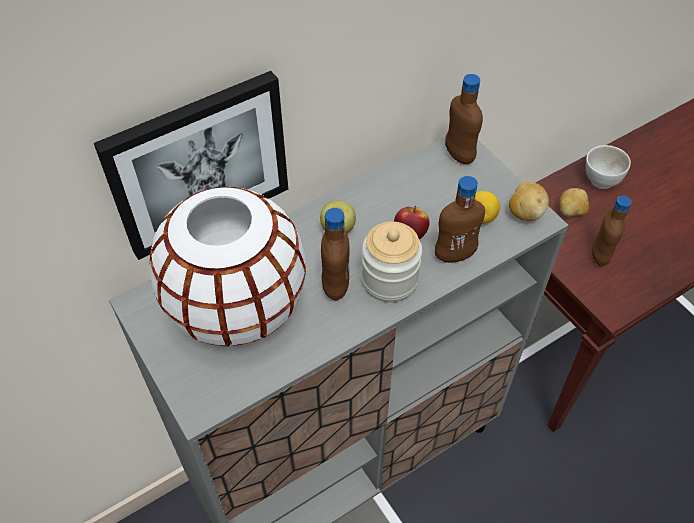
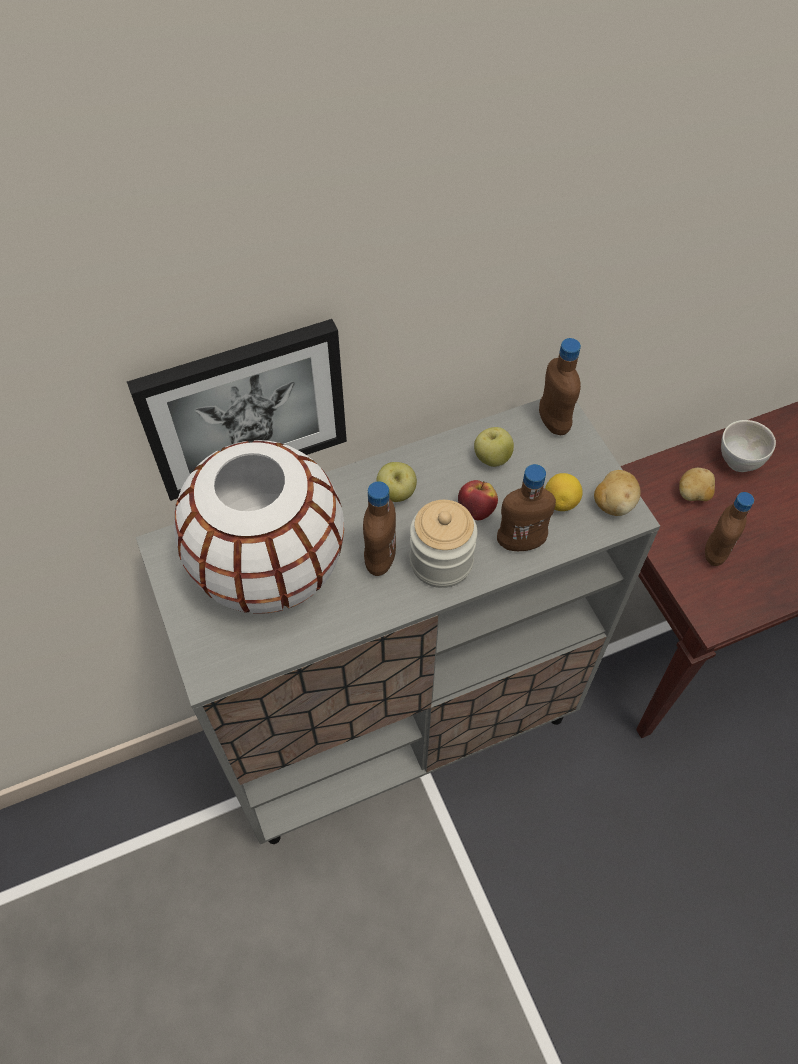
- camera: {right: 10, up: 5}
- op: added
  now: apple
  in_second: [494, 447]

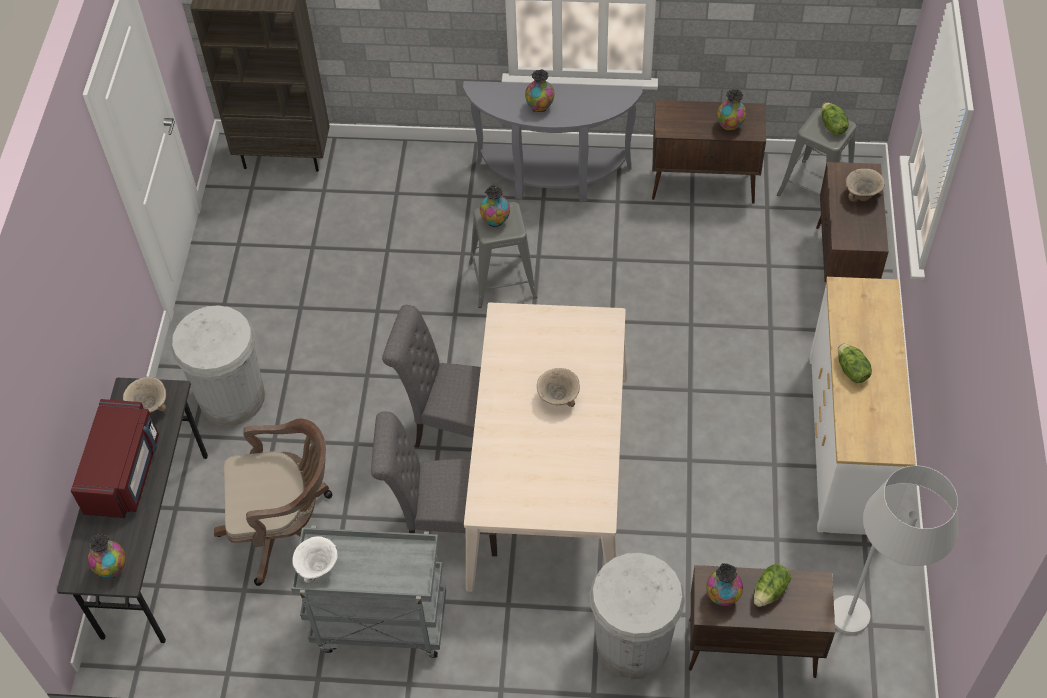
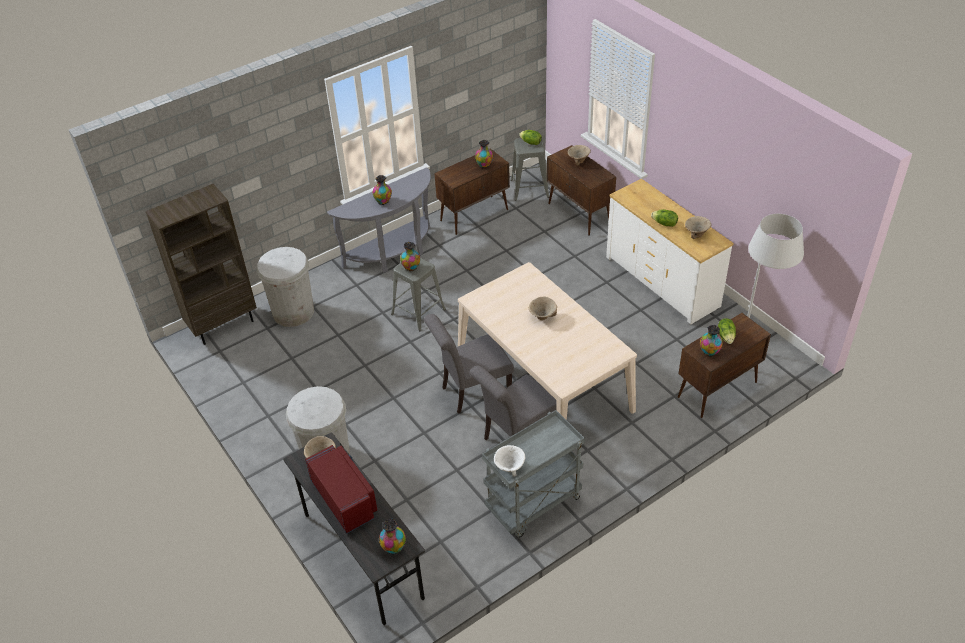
- camera: {right: -40, up: -10}
- op: removed
  was: brown_office_chair
  in_first: [273, 502]
- op: added
  now: beige_bowl
  in_second: [698, 227]
- op: moved
  was: white_trash_can
  in_first: [637, 616]
  in_second: [285, 287]

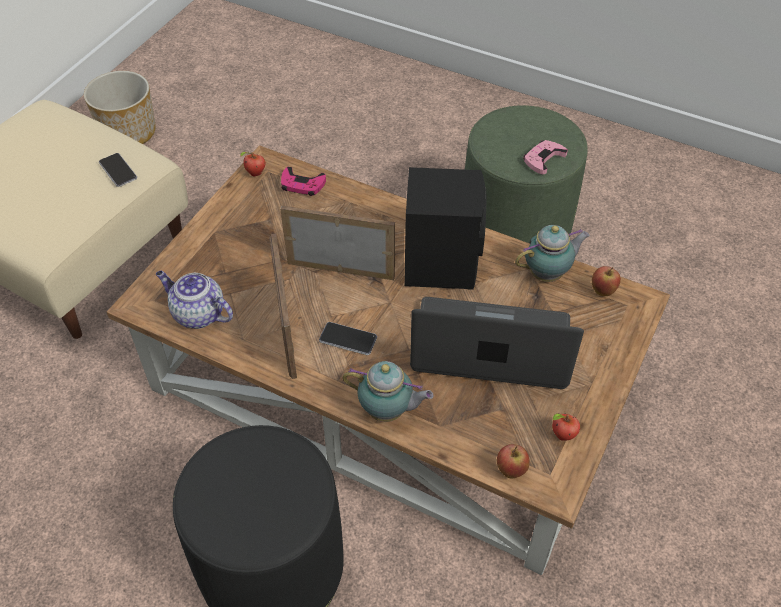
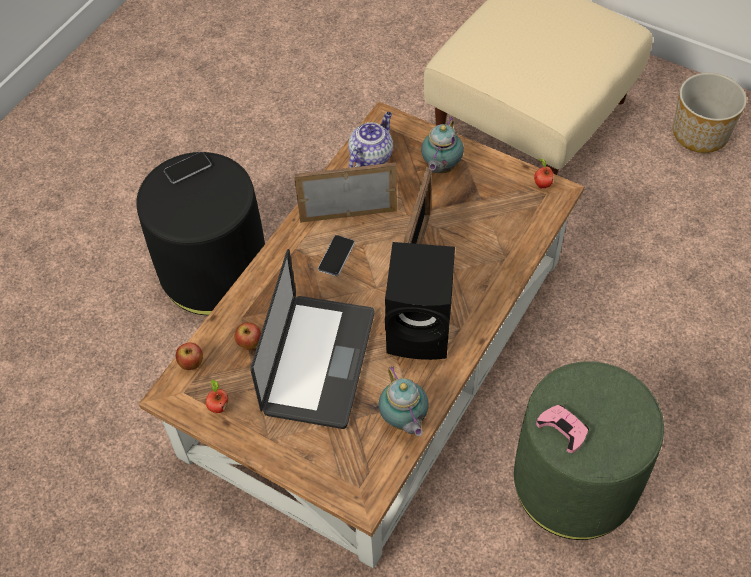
- camera: {right: 95, up: 5}
- op: removed
  was: pink_game_controller
  in_first: [303, 181]
- op: moved
  was: phone
  in_first: [118, 170]
  in_second: [187, 168]
- op: moved
  was: teapot
  in_first: [387, 391]
  in_second: [442, 145]
- op: moved
  was: apple
  in_first: [606, 281]
  in_second: [247, 336]

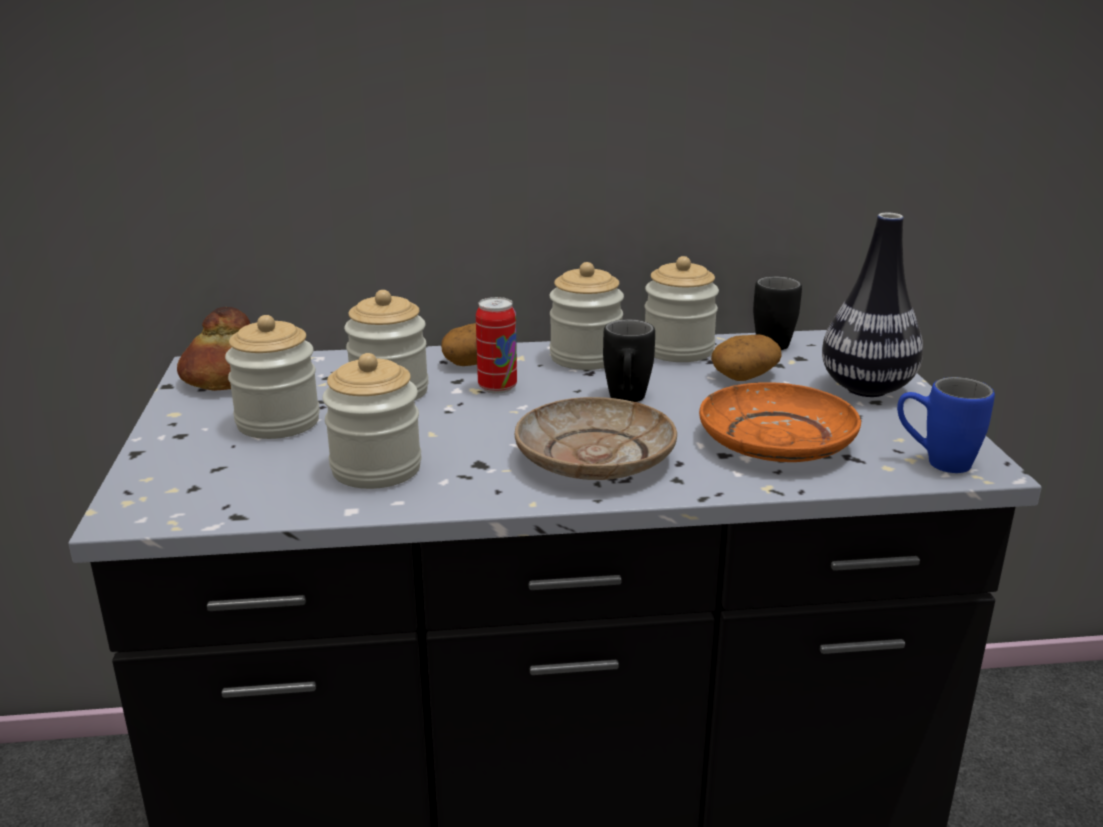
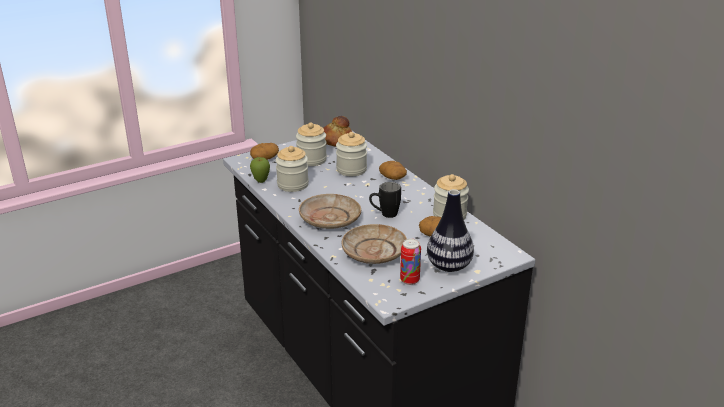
- camera: {right: 65, up: 5}
- op: removed
  was: jar
  in_first: [587, 316]
- op: removed
  was: black_mug
  in_first: [777, 313]
- op: removed
  was: blue_mug
  in_first: [946, 425]
- op: added
  now: potato
  in_second: [264, 151]
- op: added
  now: apple
  in_second: [260, 170]
- op: moved
  was: can
  in_first: [496, 345]
  in_second: [410, 262]
- op: recoloured
  was: orange_plate
  now: beige_plate
  in_first: [780, 422]
  in_second: [374, 244]

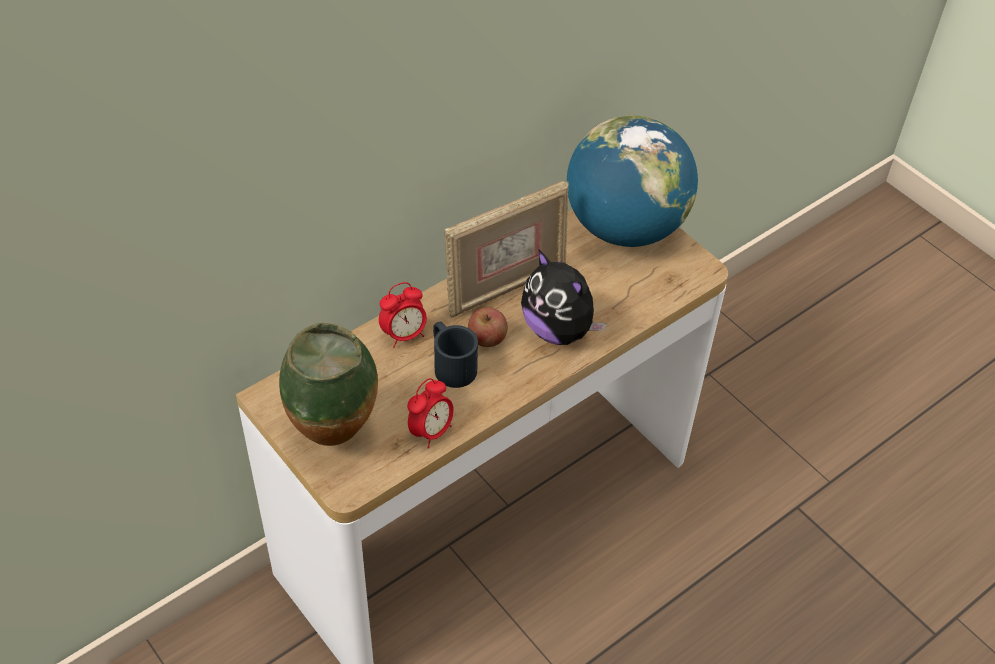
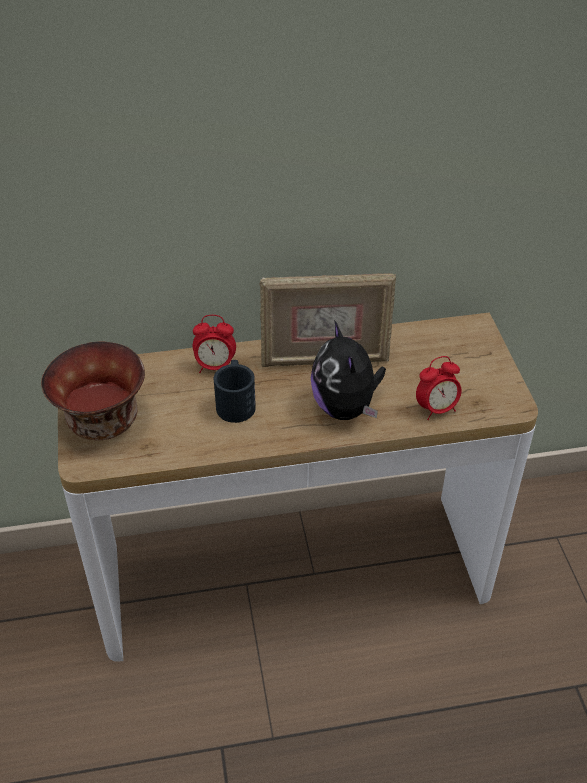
- camera: {right: 30, up: -5}
- op: removed
  was: apple
  in_first: [488, 327]
- op: removed
  was: globe
  in_first: [632, 181]
- op: moved
  was: alarm_clock
  in_first: [430, 413]
  in_second: [438, 388]
- op: replaced
  was: vase
  now: bowl
  in_first: [328, 384]
  in_second: [93, 391]

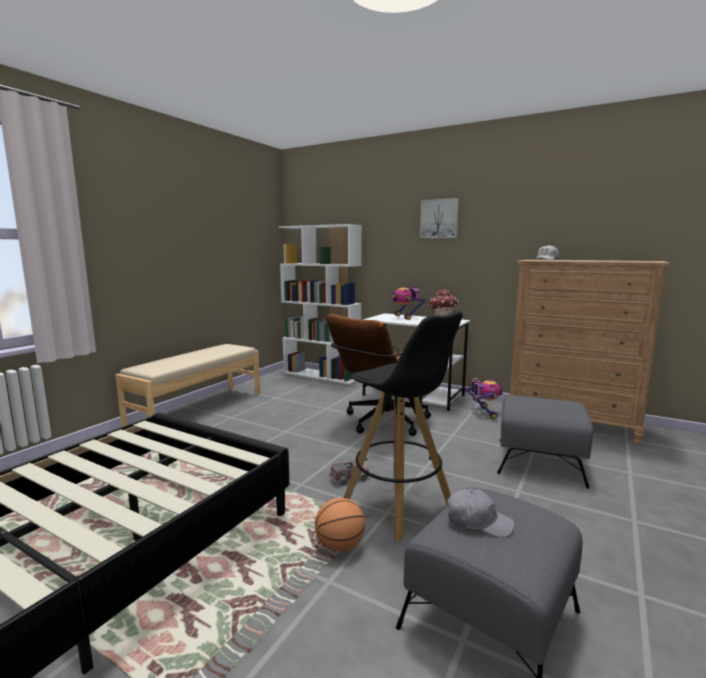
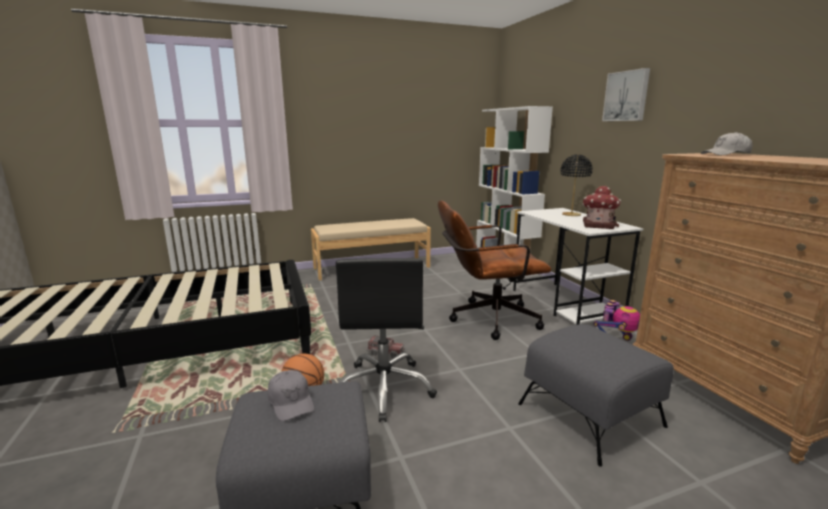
- camera: {right: 40, up: 5}
- op: replaced
  was: black_stool
  now: black_office_chair
  in_first: [403, 426]
  in_second: [386, 340]
- op: replaced
  was: toy_robot
  now: black_table_lamp
  in_first: [408, 303]
  in_second: [576, 185]

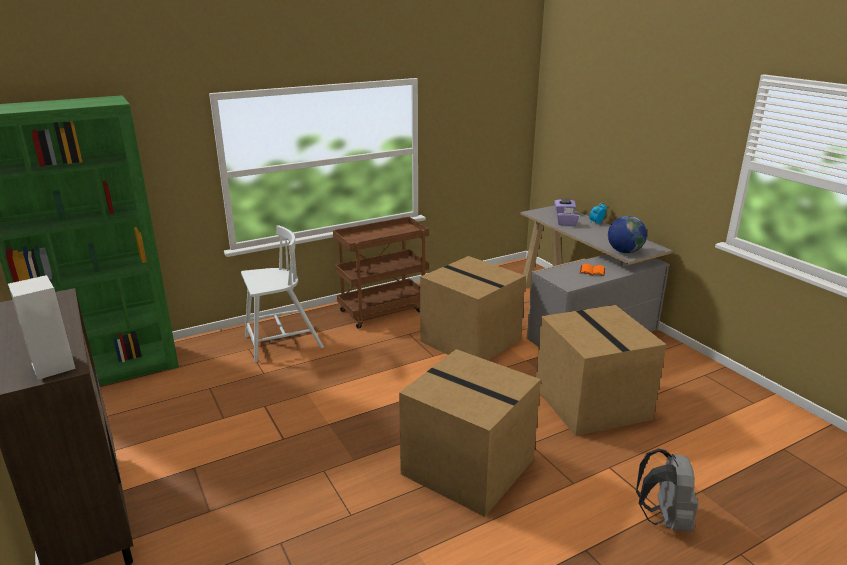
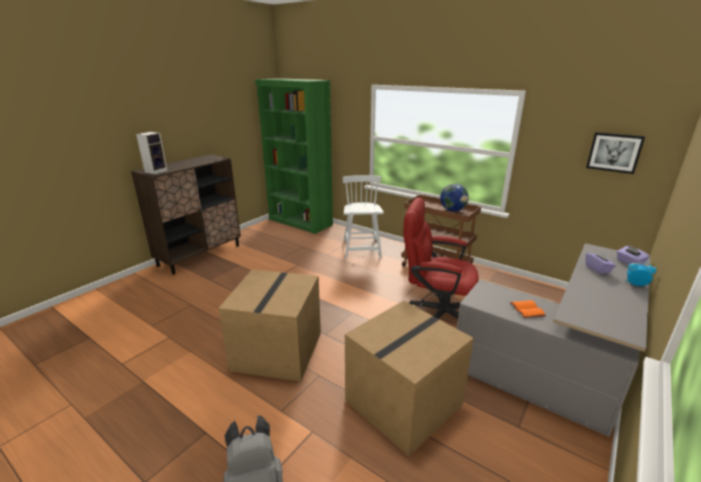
- camera: {right: 65, up: 0}
- op: added
  now: picture
  in_second: [615, 153]
- op: moved
  was: globe
  in_first: [627, 234]
  in_second: [454, 197]
- op: replaced
  was: cardboard_box
  now: red_office_chair
  in_first: [472, 308]
  in_second: [441, 258]
- op: turned
  was: white_chair
  in_first: [282, 293]
  in_second: [363, 217]
  clockwise: -135

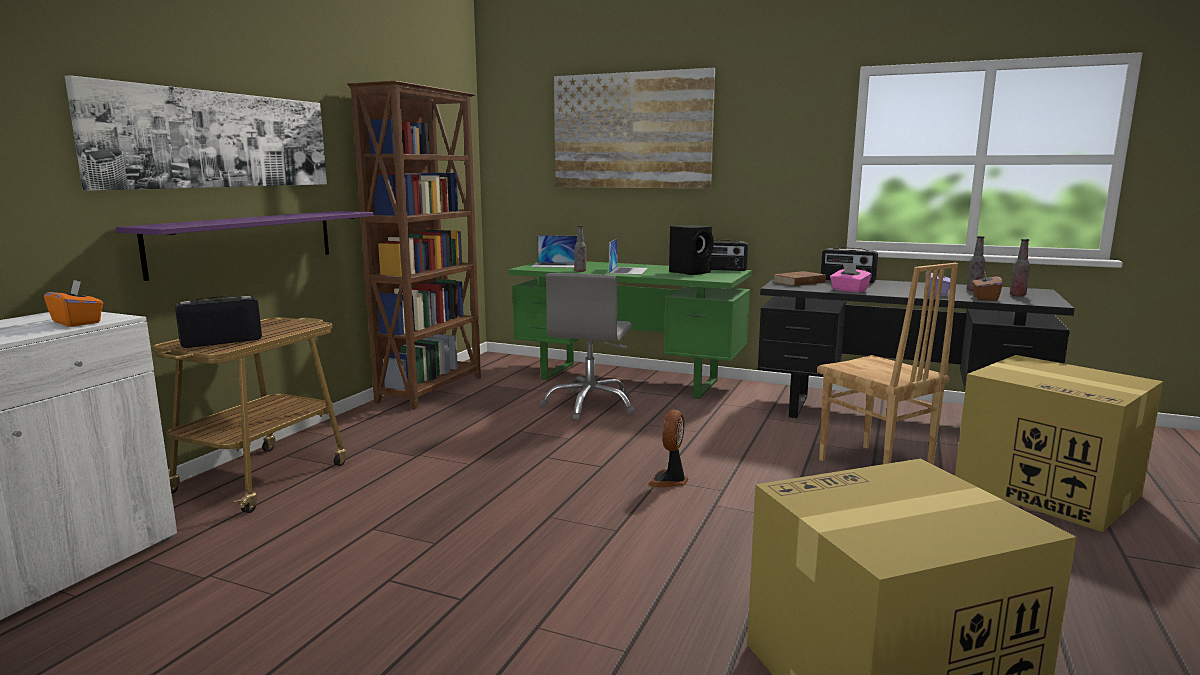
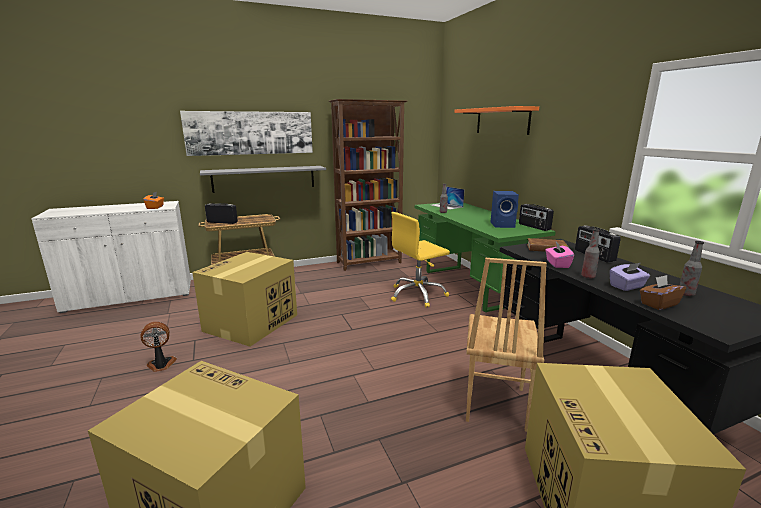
- camera: {right: 45, up: 5}
- op: removed
  was: laptop
  in_first: [628, 256]
- op: added
  now: cardboard_box
  in_second: [244, 299]
- op: moved
  was: fan
  in_first: [668, 448]
  in_second: [158, 347]
- op: moved
  was: bottle
  in_first: [1020, 267]
  in_second: [590, 254]
- op: replaced
  was: picture
  now: orange_shelf
  in_first: [634, 128]
  in_second: [496, 120]
- op: recoloured
  was: purple_shelf
  now: grey_shelf
  in_first: [244, 246]
  in_second: [263, 179]
- op: recoloured
  was: grey_office_chair
  now: yellow_office_chair
  in_first: [587, 347]
  in_second: [420, 259]
- op: recoloured
  was: black_speaker
  now: blue_speaker
  in_first: [691, 250]
  in_second: [505, 209]

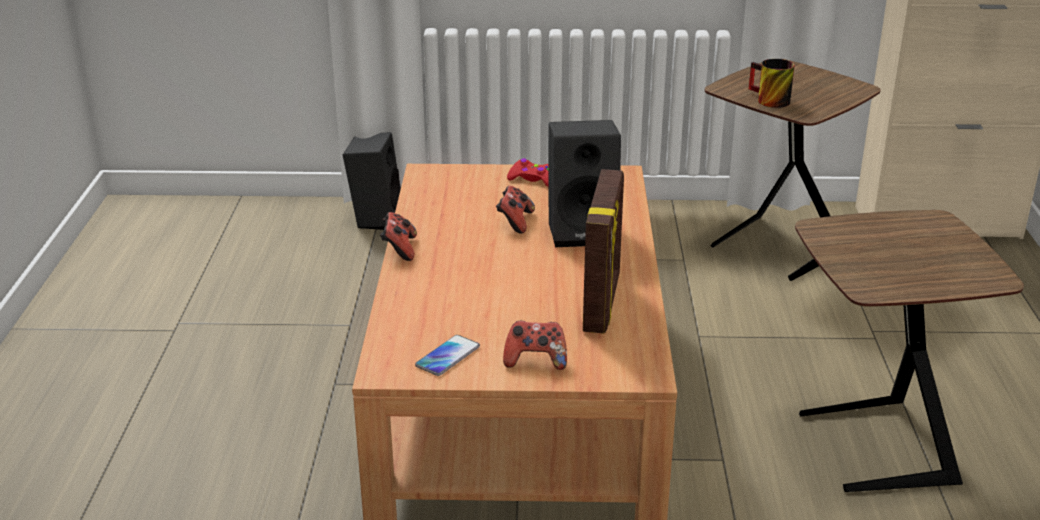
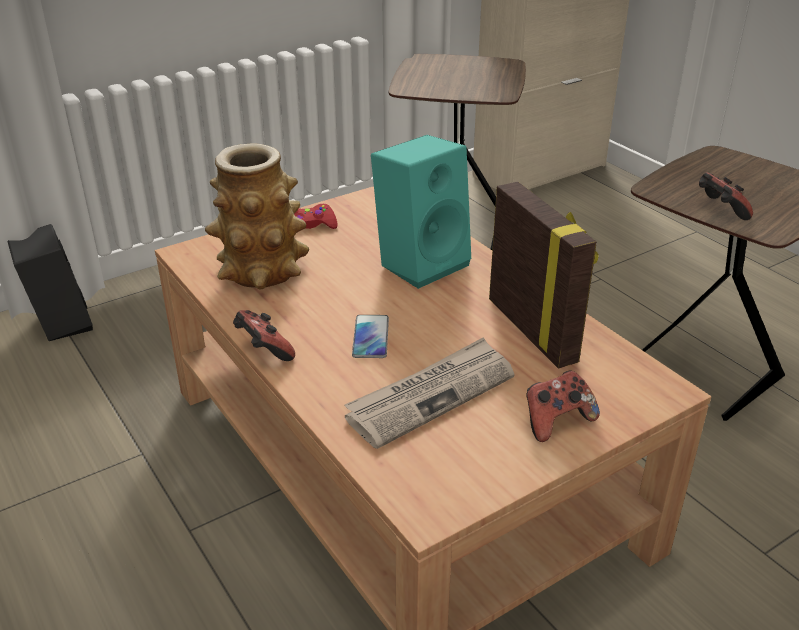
- camera: {right: -35, up: 5}
- op: removed
  was: mug
  in_first: [771, 83]
- op: added
  now: vase
  in_second: [257, 216]
- op: added
  now: newspaper
  in_second: [430, 393]
- op: moved
  was: phone
  in_first: [447, 355]
  in_second: [370, 336]
- op: moved
  was: game_controller
  in_first: [515, 210]
  in_second: [726, 196]
- op: recoloured
  was: black_speaker
  now: turquoise_speaker
  in_first: [584, 183]
  in_second: [421, 212]

